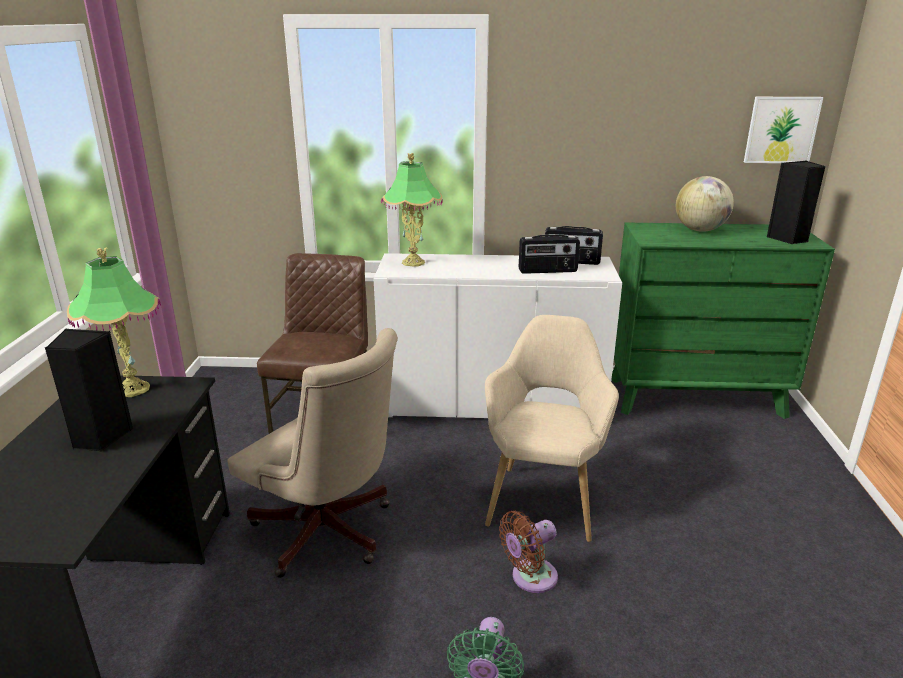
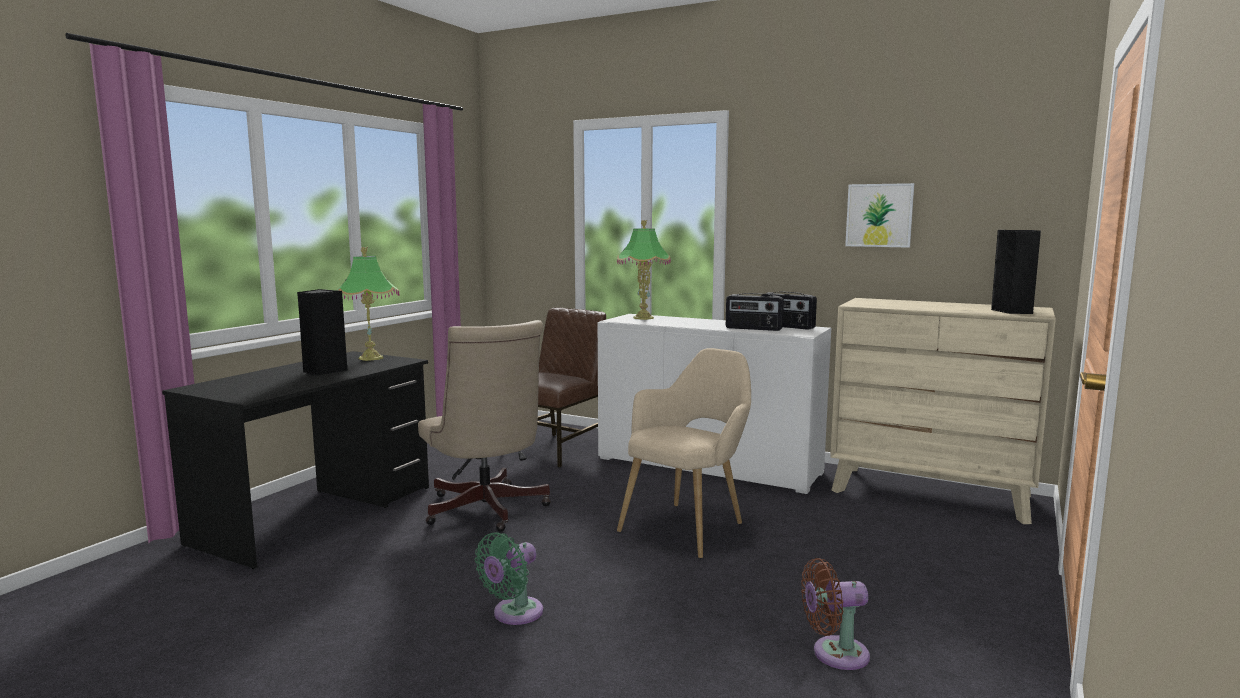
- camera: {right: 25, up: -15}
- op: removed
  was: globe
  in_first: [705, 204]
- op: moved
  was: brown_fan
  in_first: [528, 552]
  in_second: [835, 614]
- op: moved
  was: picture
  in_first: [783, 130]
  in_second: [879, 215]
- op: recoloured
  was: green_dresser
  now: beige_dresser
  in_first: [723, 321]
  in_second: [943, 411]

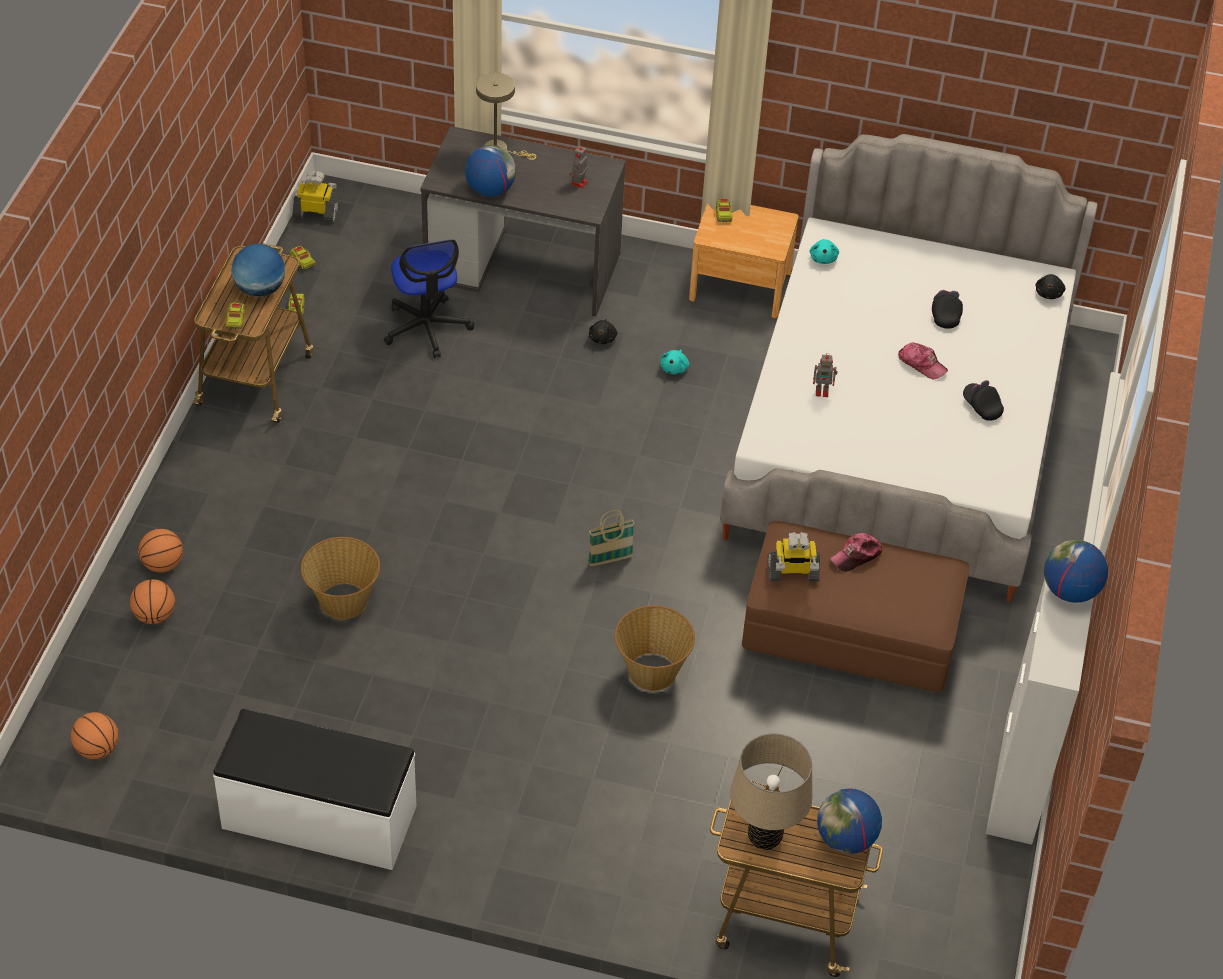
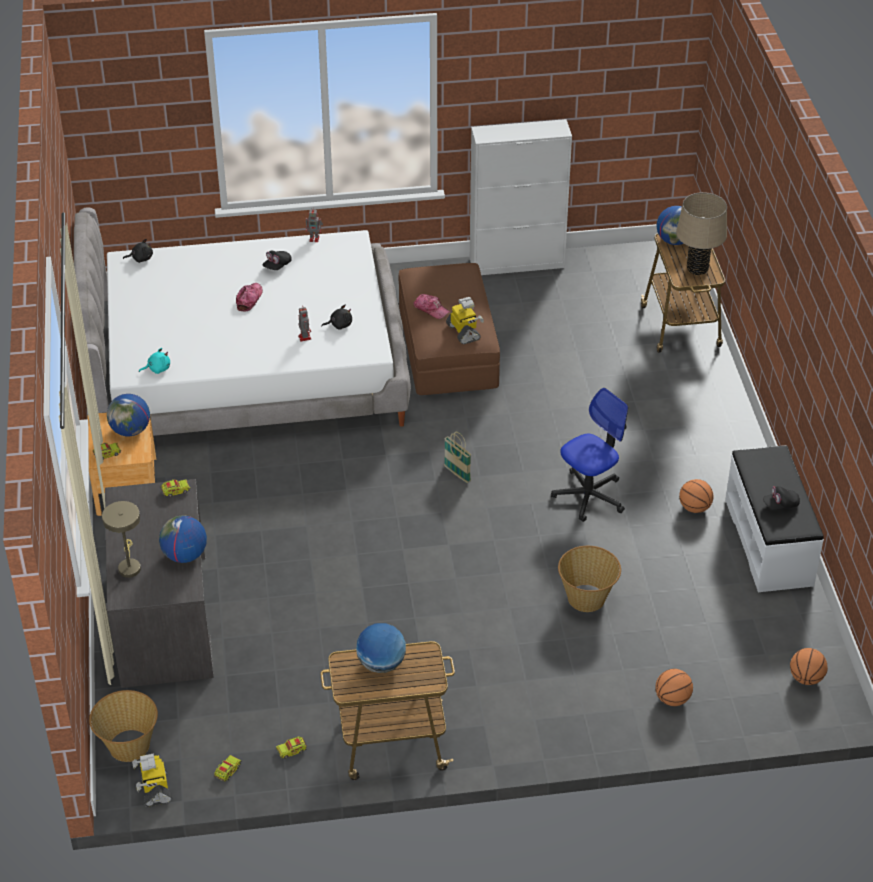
- camera: {right: -110, up: -5}
- op: removed
  was: turquoise_plush_toy
  in_first: [674, 362]
- op: moved
  was: basketball
  in_first: [160, 551]
  in_second: [696, 496]
- op: moved
  was: toy_truck
  in_first: [235, 316]
  in_second: [175, 488]
- op: moved
  was: office_chair
  in_first: [429, 298]
  in_second: [589, 455]
- op: moved
  was: toy_robot
  in_first: [579, 166]
  in_second: [314, 224]
- op: moved
  was: black_plush_toy
  in_first: [603, 331]
  in_second: [336, 317]
- op: moved
  was: basket
  in_first: [655, 648]
  in_second: [123, 726]
- op: moved
  was: black_cap
  in_first: [947, 309]
  in_second: [781, 498]
- op: moved
  was: globe
  in_first: [1076, 571]
  in_second: [128, 415]

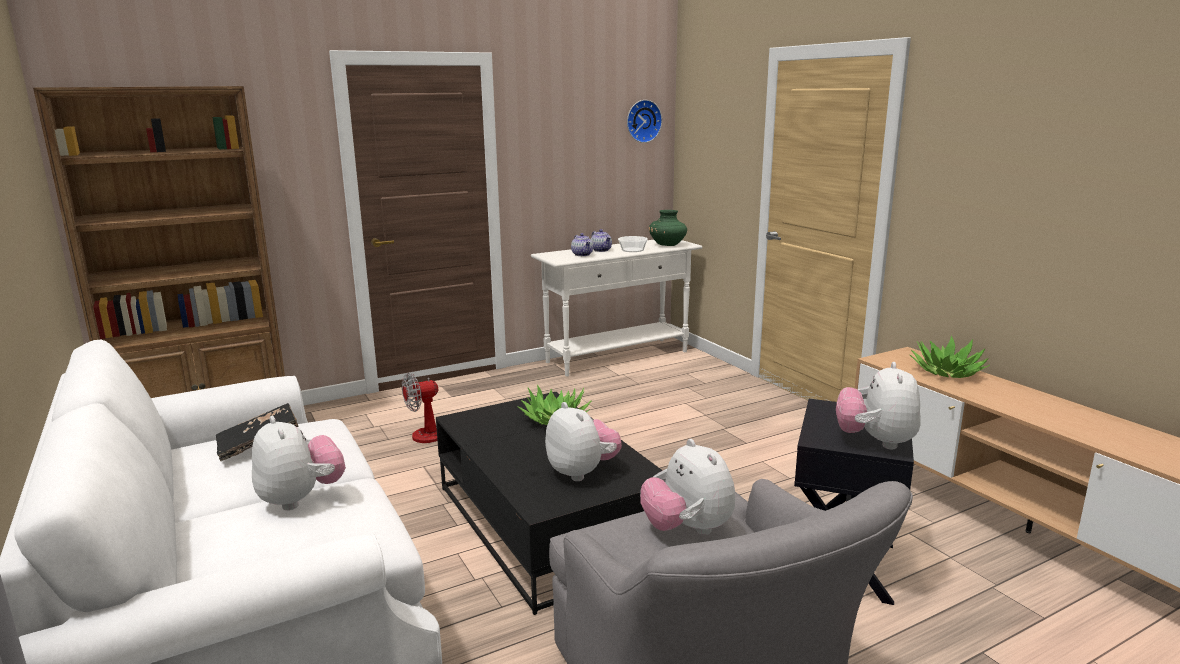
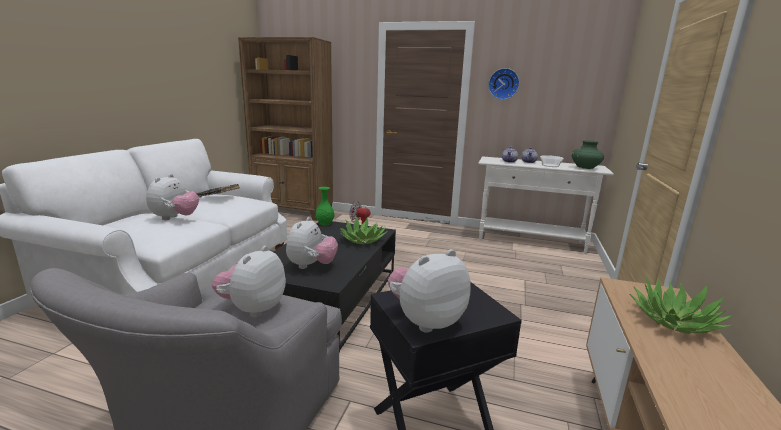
- camera: {right: 45, up: 0}
- op: added
  now: green_vase
  in_second: [324, 206]
- op: moved
  was: wall_clock
  in_first: [644, 121]
  in_second: [504, 84]

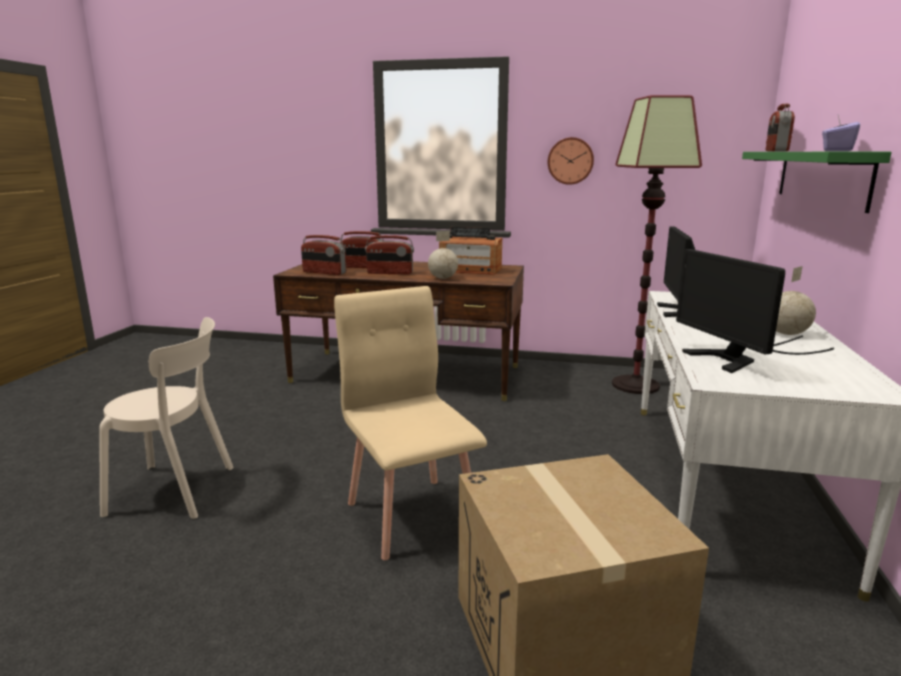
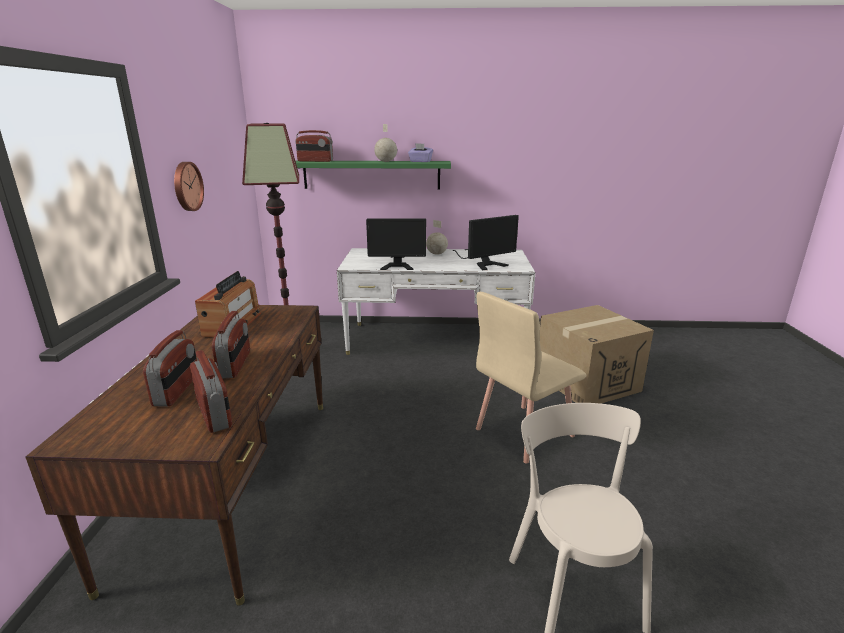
- camera: {right: -100, up: 5}
- op: moved
  was: globe
  in_first: [443, 255]
  in_second: [385, 143]
- op: turned
  was: radio
  in_first: [323, 255]
  in_second: [211, 391]
  clockwise: -45

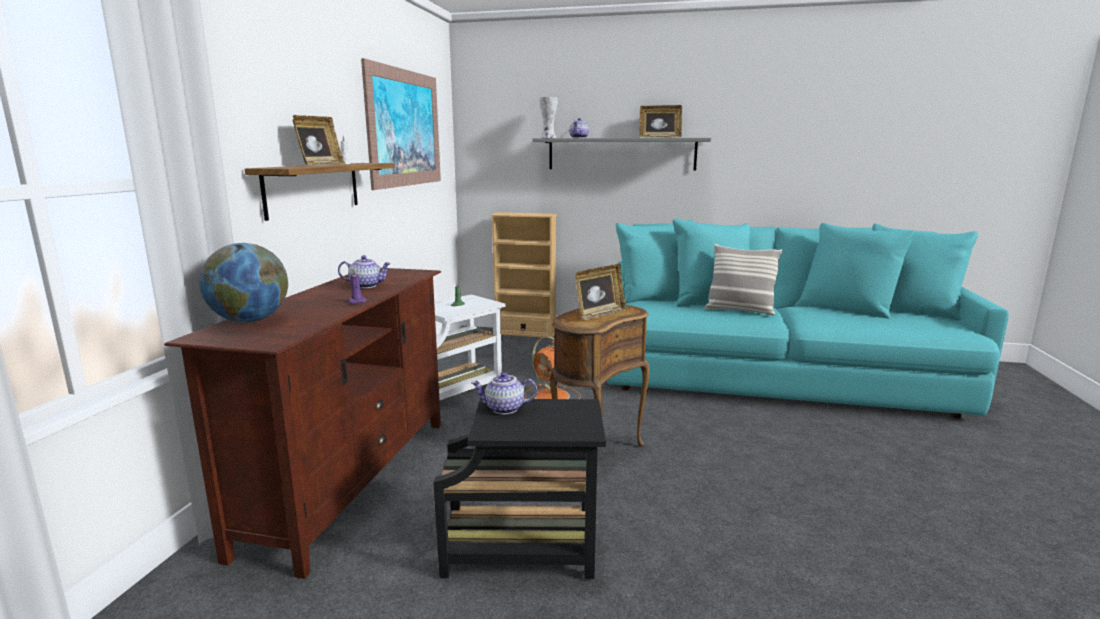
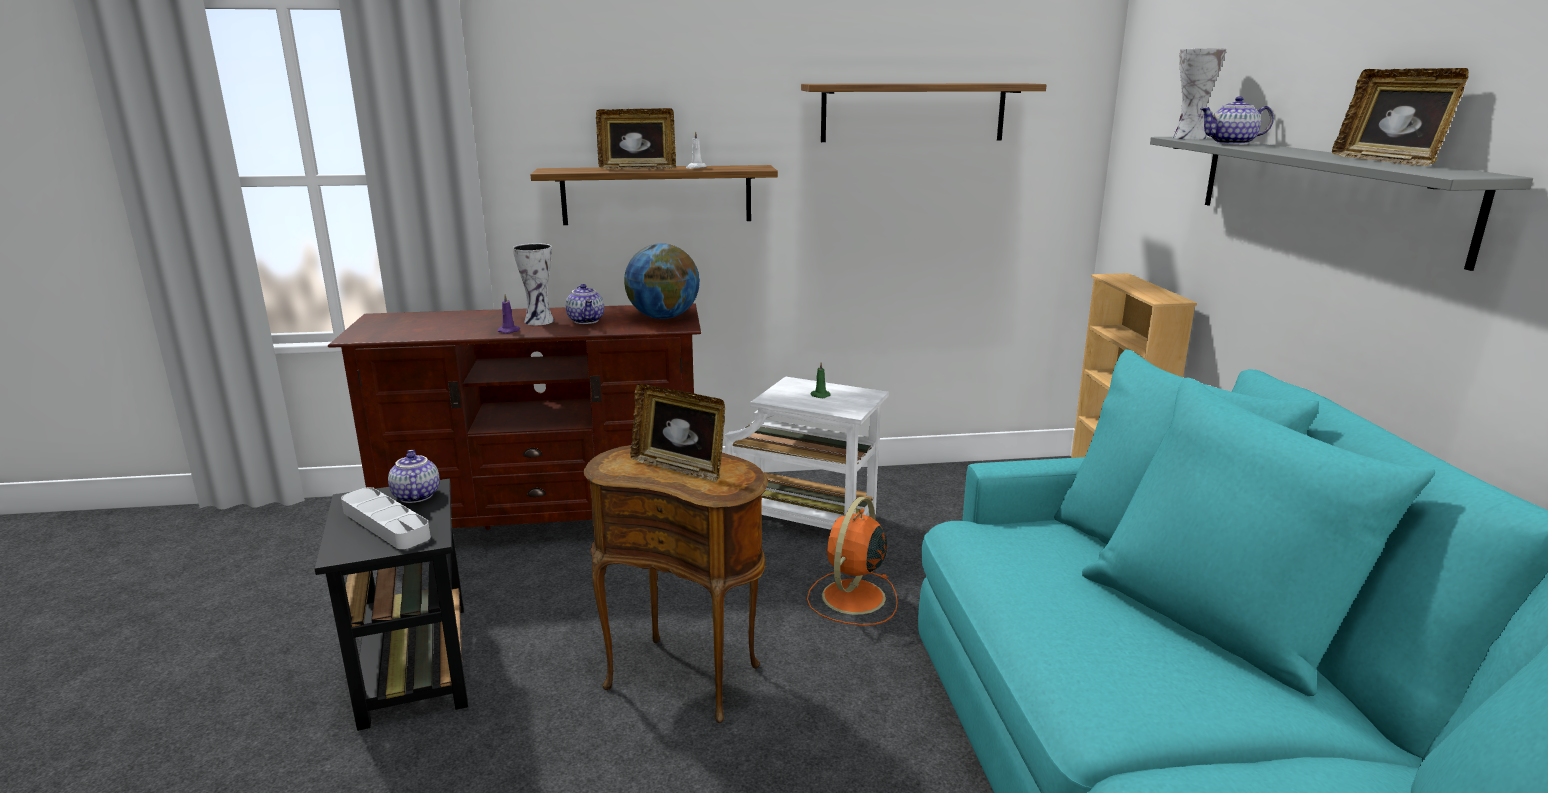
- camera: {right: 70, up: 5}
- op: removed
  was: pillow
  in_first: [744, 279]
- op: added
  now: grey_tray
  in_second: [386, 518]
- op: added
  now: vase
  in_second: [533, 284]
- op: moved
  was: globe
  in_first: [243, 282]
  in_second: [662, 281]
- op: replaced
  was: picture
  now: shelf
  in_first: [401, 124]
  in_second: [923, 112]

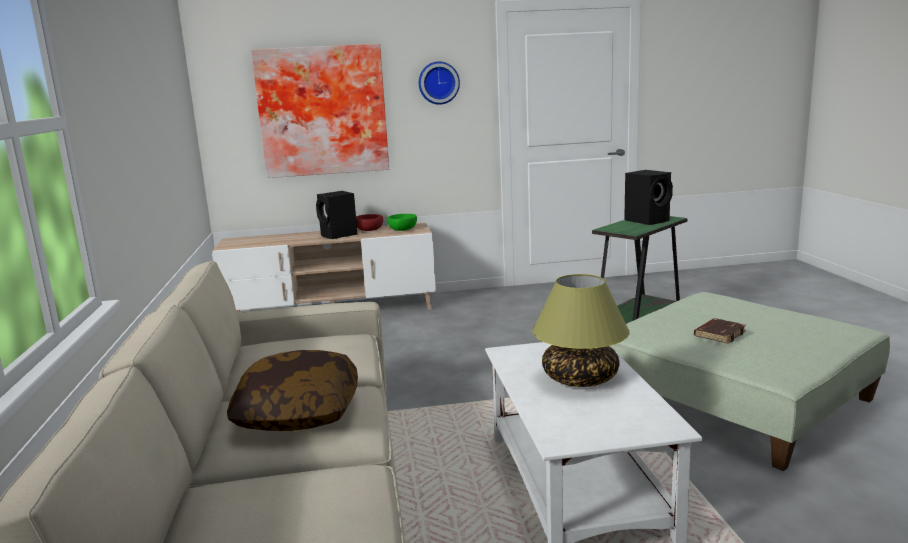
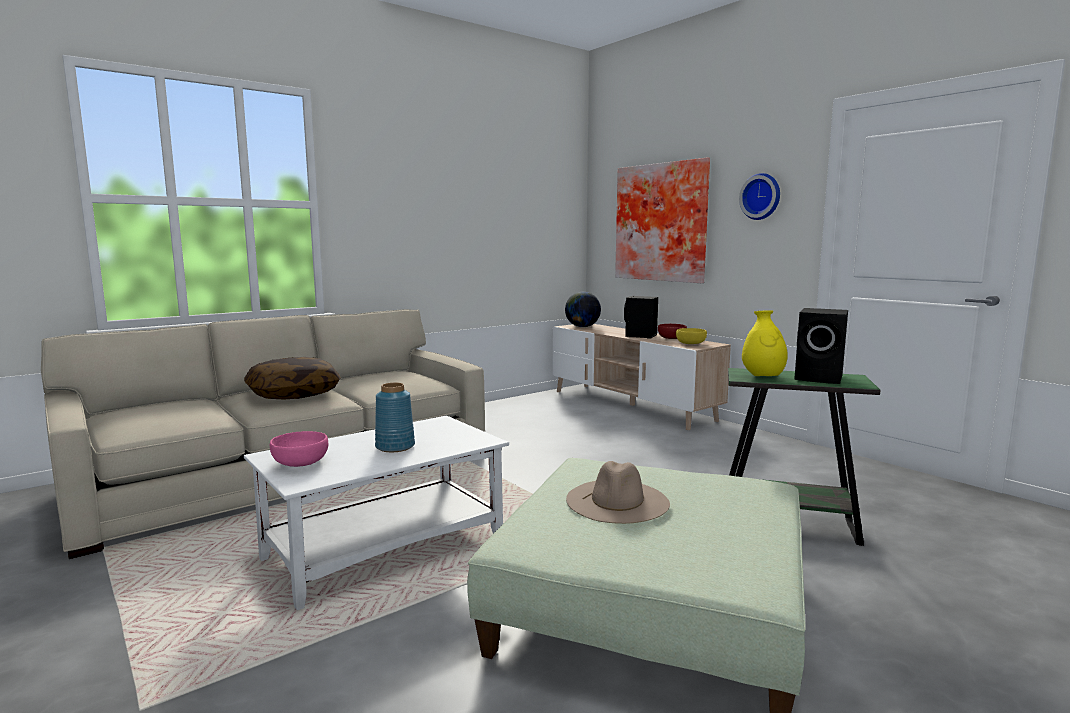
- camera: {right: 60, up: -5}
- op: added
  now: pink_bowl
  in_second: [299, 449]
- op: added
  now: globe
  in_second: [583, 309]
- op: added
  now: yellow_vase
  in_second: [765, 343]
- op: replaced
  was: table_lamp
  now: blue_vase
  in_first: [581, 330]
  in_second: [395, 417]
- op: replaced
  was: brown_book
  now: beige_hat
  in_first: [720, 331]
  in_second: [618, 492]
- op: recoloured
  was: green_bowl
  now: yellow_bowl
  in_first: [402, 222]
  in_second: [691, 336]

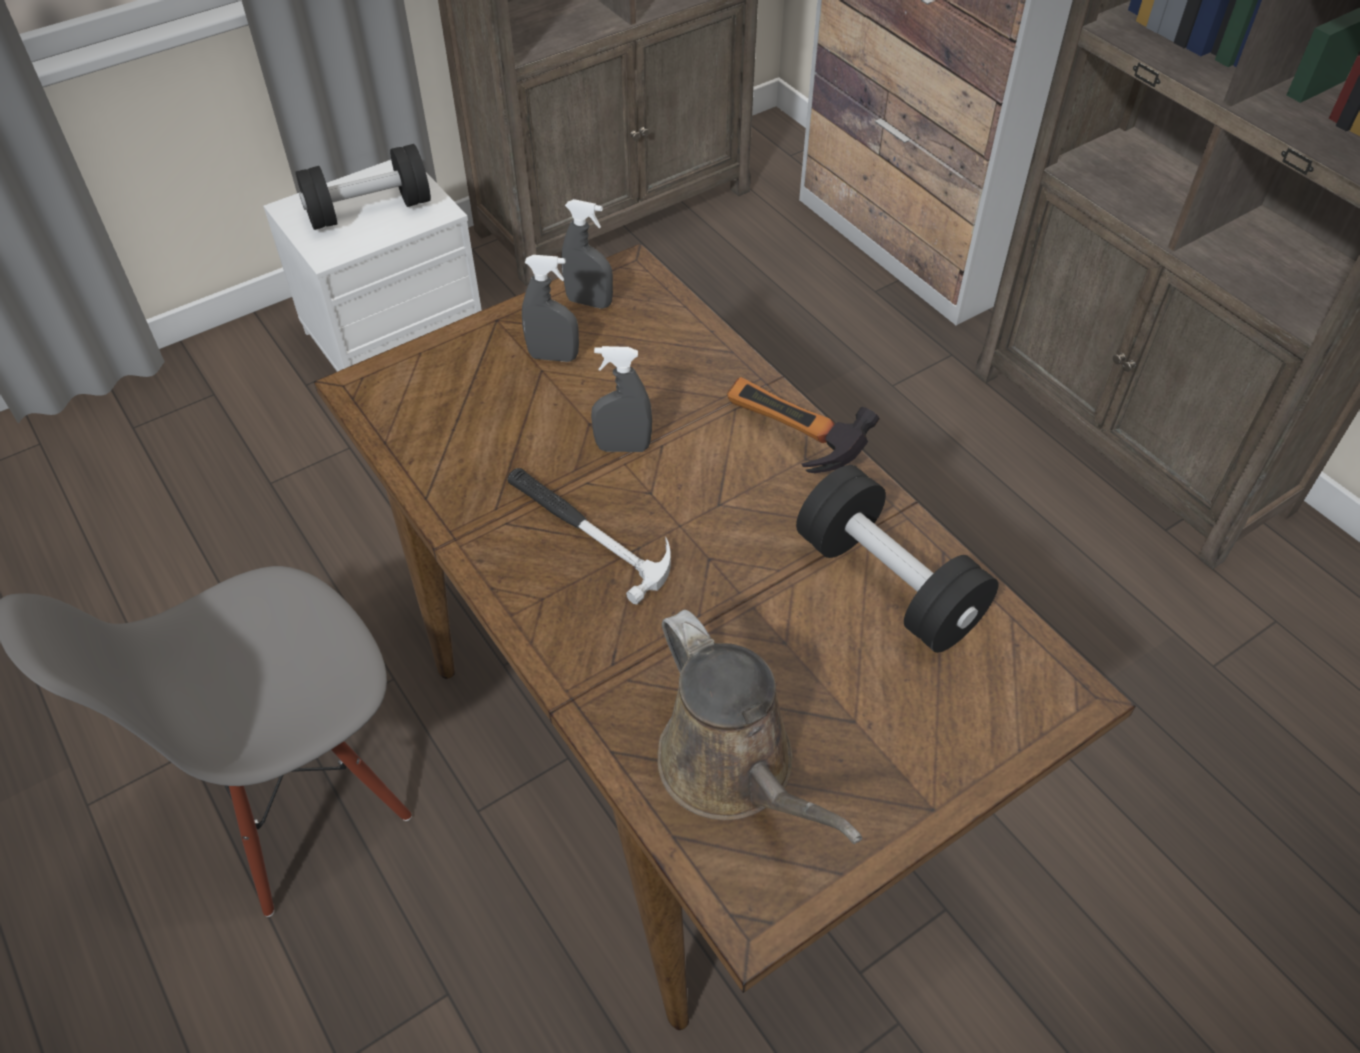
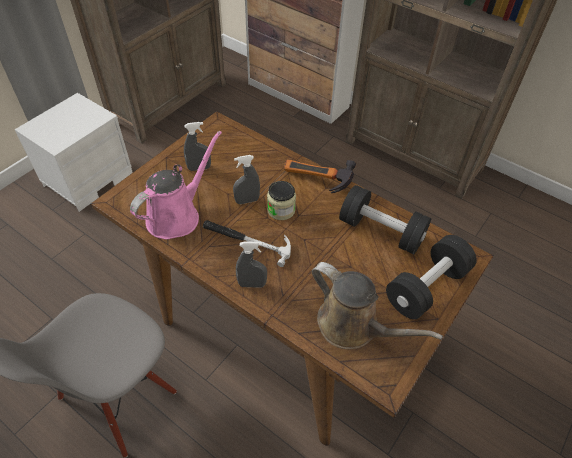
- camera: {right: -20, up: 0}
- op: added
  now: pink_watering_can
  in_second: [176, 185]
- op: added
  now: jar
  in_second: [281, 200]
- op: moved
  was: black_dumbbell
  in_first: [363, 187]
  in_second: [431, 277]
- op: moved
  was: grey_spray_bottle
  in_first: [587, 253]
  in_second: [251, 264]

